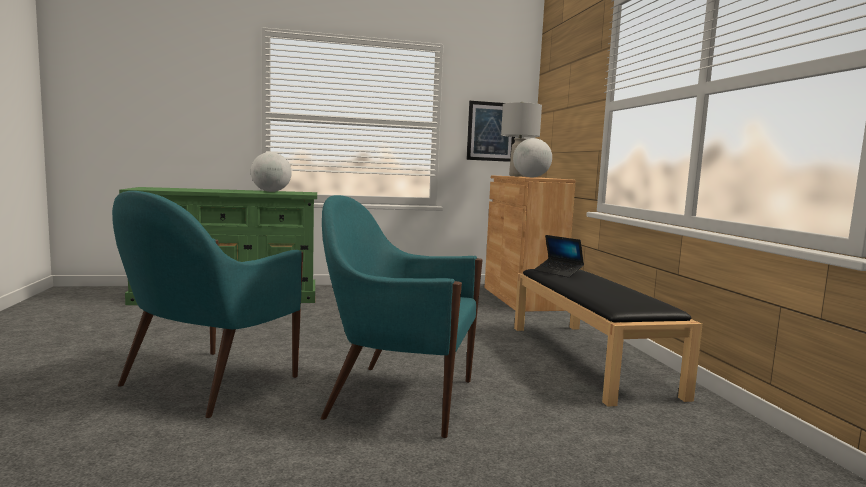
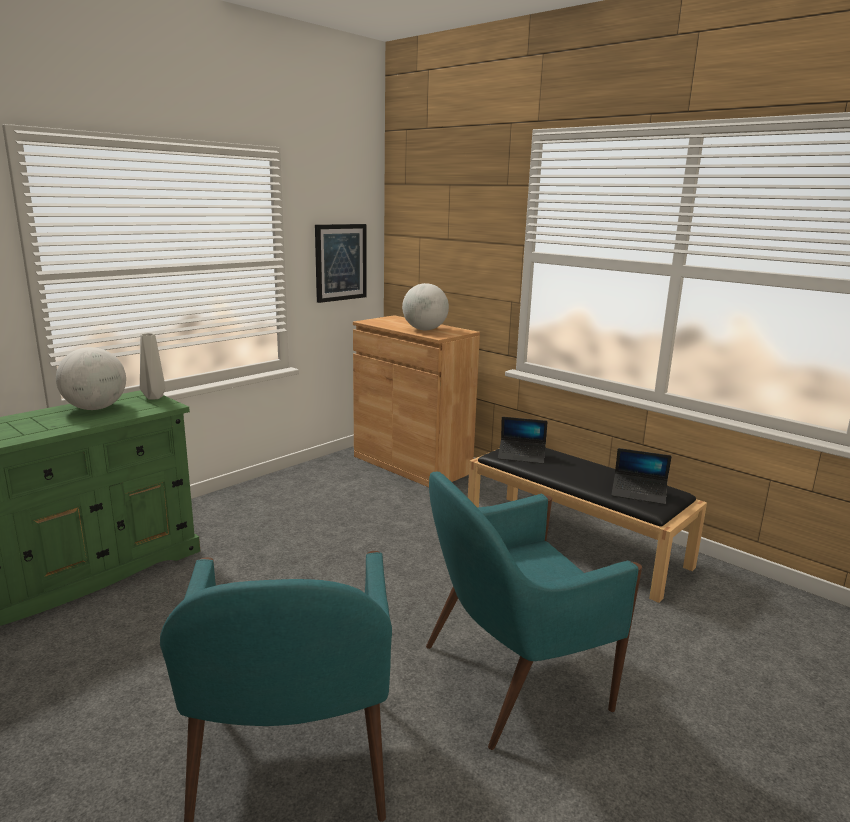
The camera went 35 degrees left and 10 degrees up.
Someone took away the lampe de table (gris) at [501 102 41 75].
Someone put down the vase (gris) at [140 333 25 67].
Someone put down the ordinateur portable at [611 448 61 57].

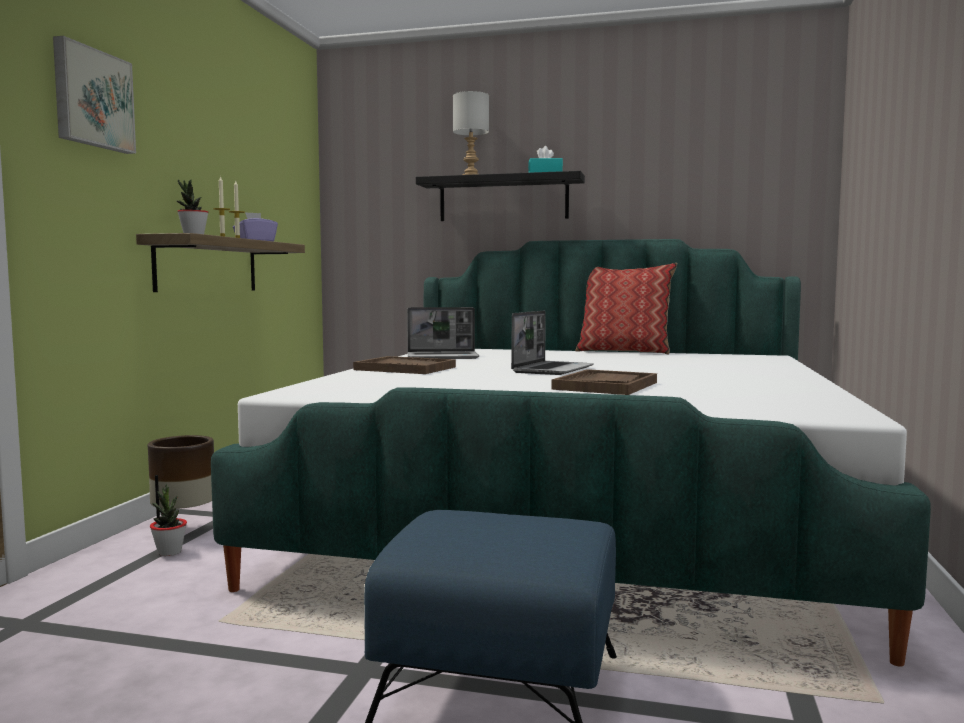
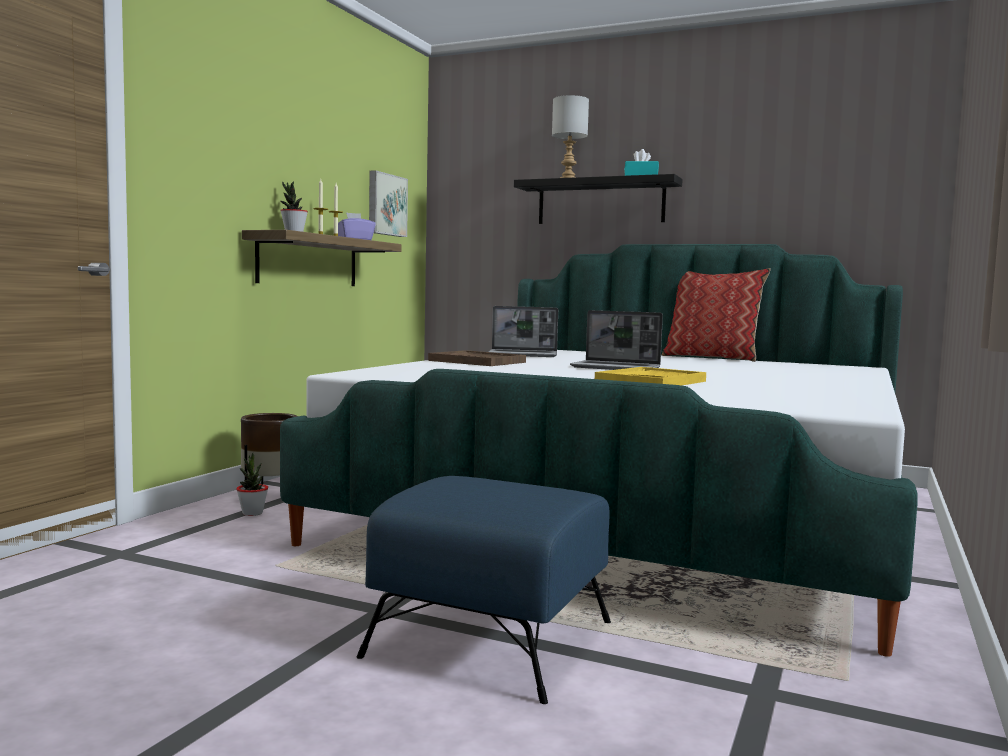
The camera went 10 degrees right and 0 degrees up.
Someone carried the tableau from [53 36 83 118] to [369 170 39 67].
Someone rotated the ordinateur portable at [511 311 83 64] by 75 degrees clockwise.
Someone repainted the plateau (marron) at [552 369 105 26], which became the plateau (jaune) at [595 367 111 19].

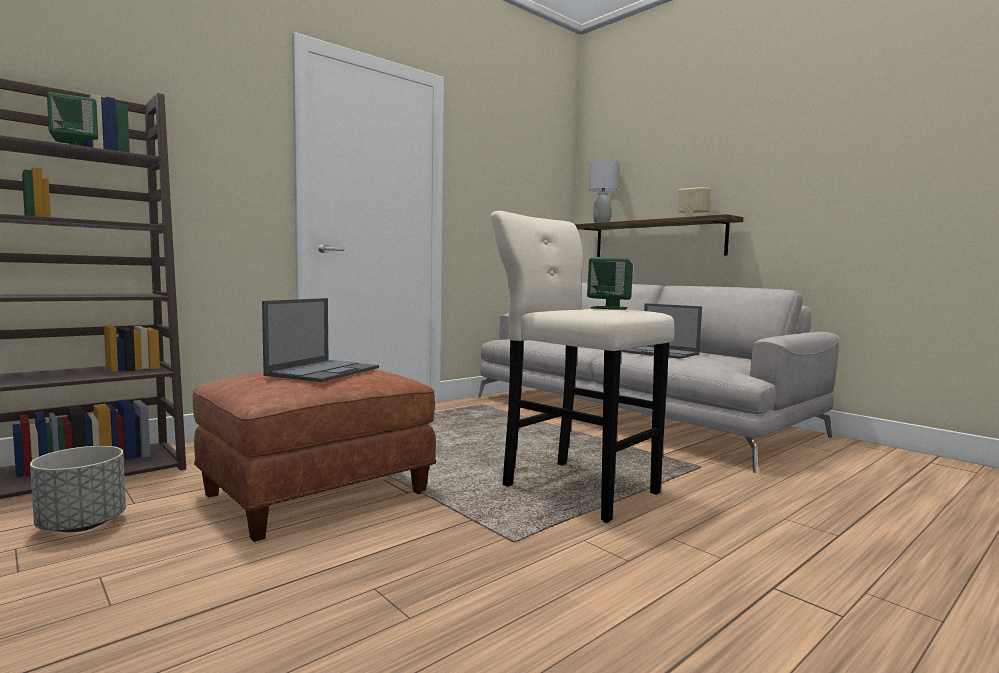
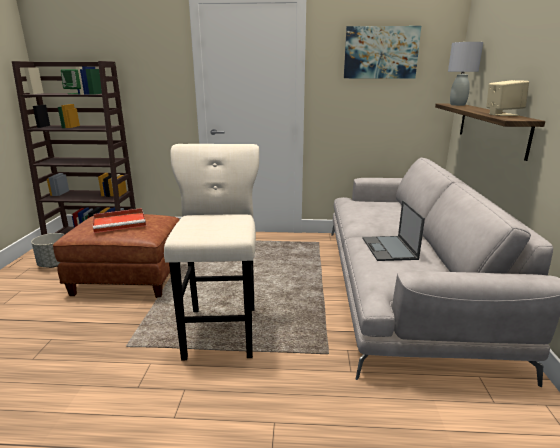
The camera went 45 degrees right and 15 degrees up.
Someone took away the enceinte (vert) at [587 258 46 52].
Someone swapped the ordinateur portable at [262 298 117 84] for the plateau (rouge) at [93 208 53 25].
Someone put up the tableau at [344 26 77 52].

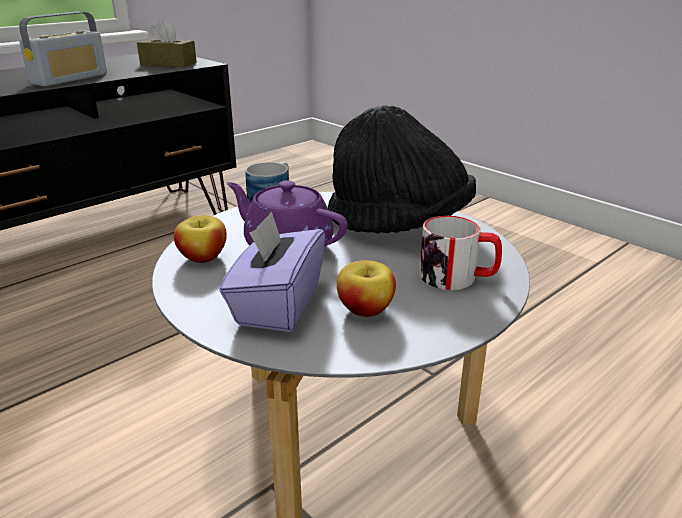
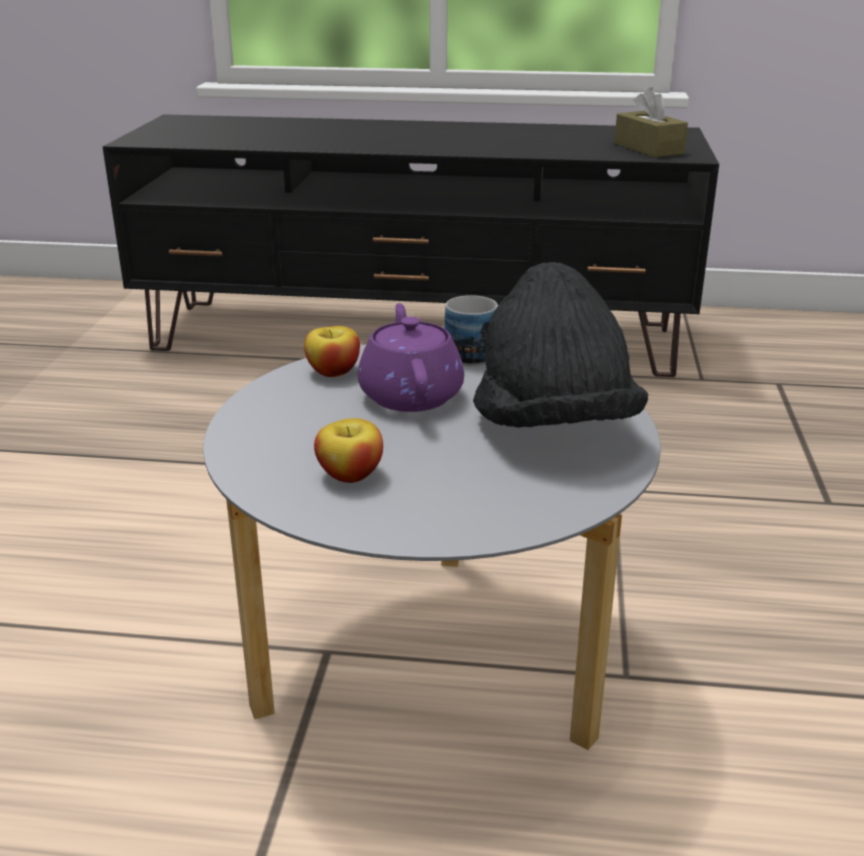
The camera went 50 degrees right and 0 degrees up.
Someone took away the radio at [19 12 88 74].
Someone took away the boîte à mouchoirs (violet) at [220 211 105 121].
Someone took away the mug at [420 216 82 74].

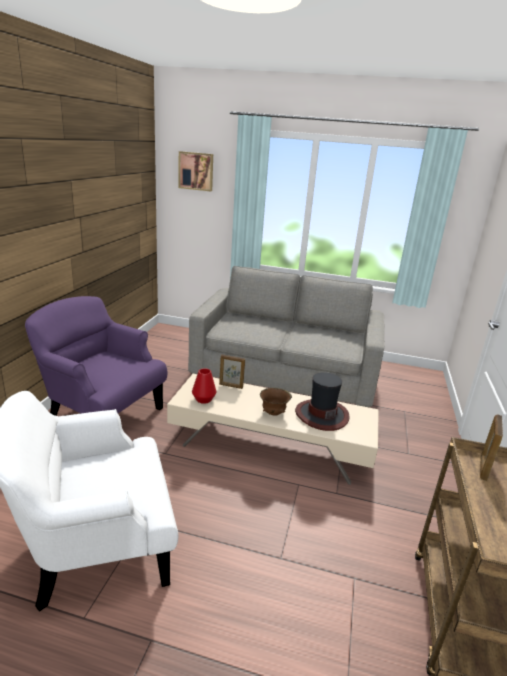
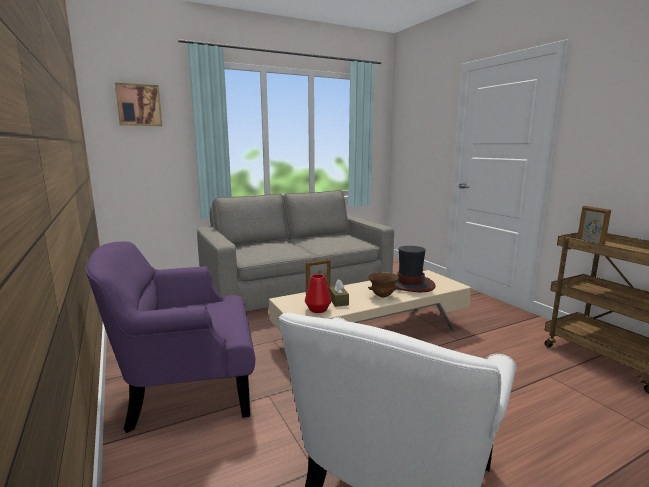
The camera went 40 degrees left and 10 degrees down.
Someone put down the boîte à mouchoirs (marron) at [328 279 21 28].

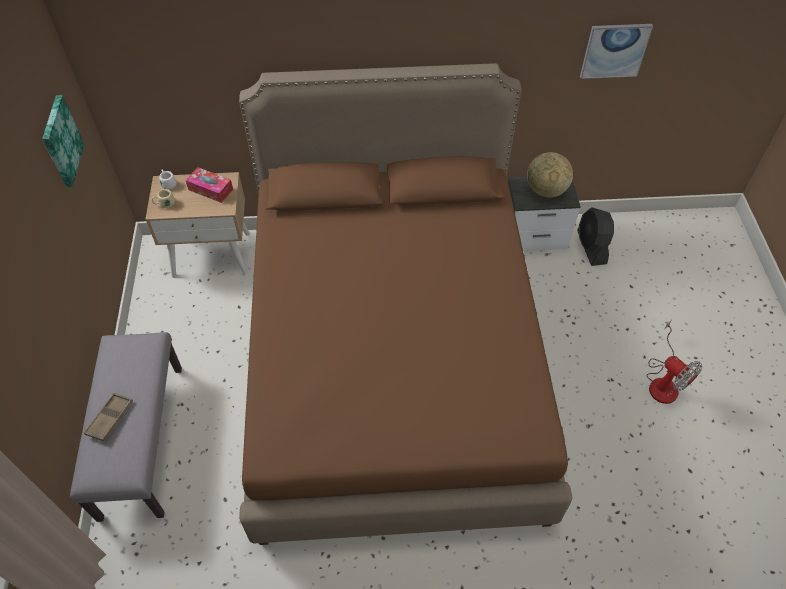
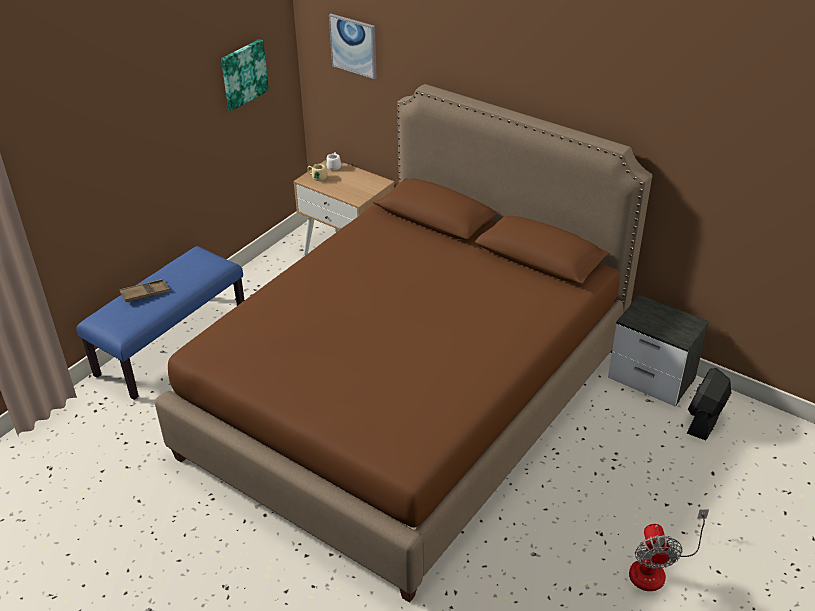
The camera went 40 degrees right and 15 degrees down.
Someone carried the tableau from [580 24 73 55] to [329 14 48 65].
Someone took away the globe at [527 152 46 45].
Someone took away the boîte à mouchoirs at [185 167 48 36].
Someone repainted the banc (gris) at [70 332 112 190], which became the banc (bleu) at [77 246 167 154].

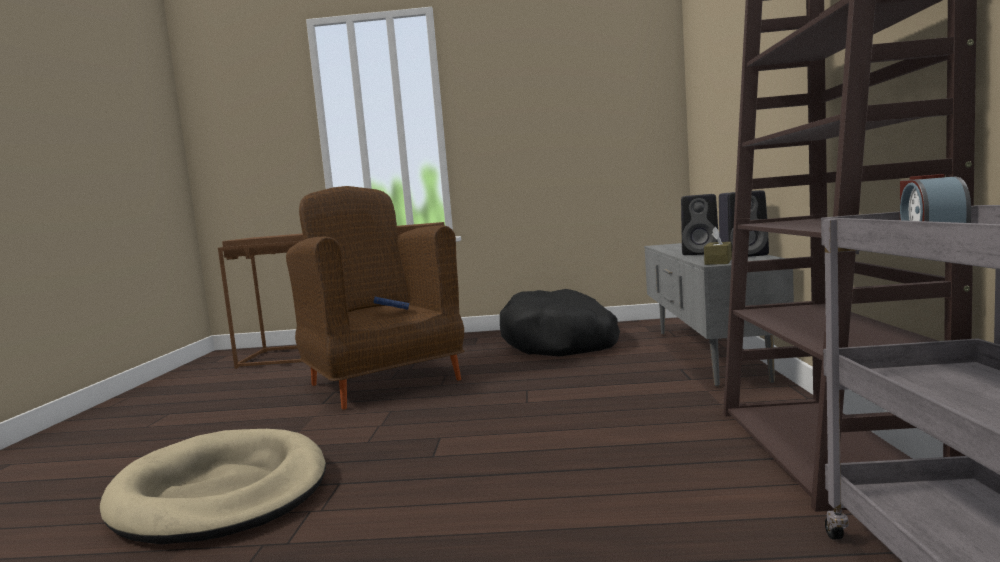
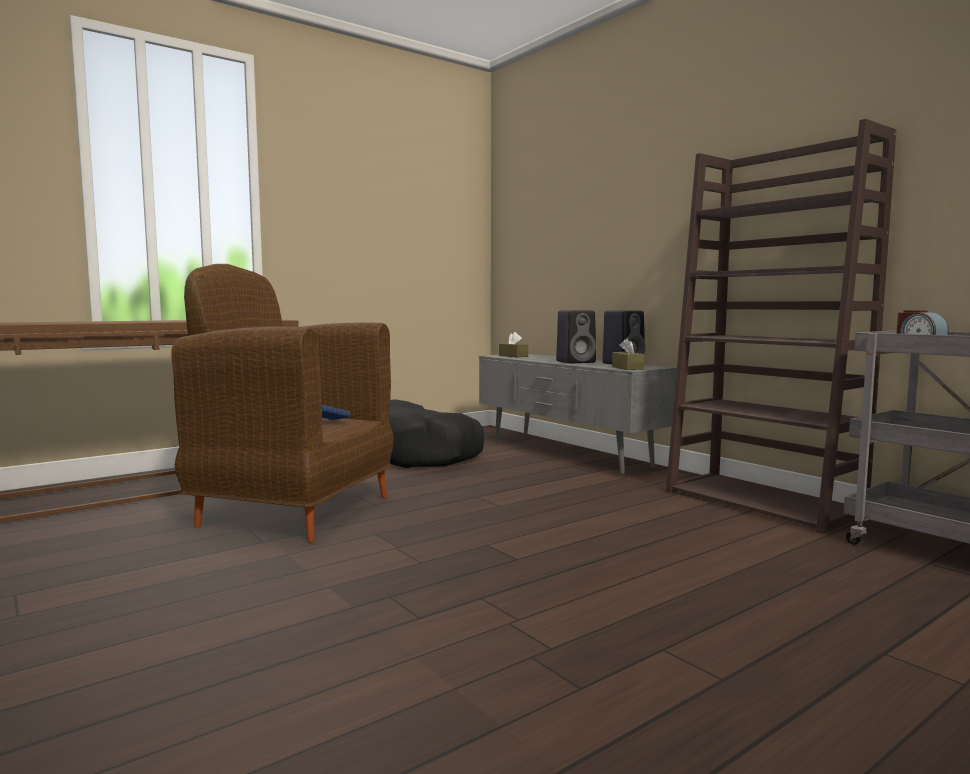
The camera went 40 degrees left and 0 degrees up.
Someone took away the panier pour chien (beige) at [100 429 226 115].
Someone put down the boîte à mouchoirs (marron) at [499 332 29 25].

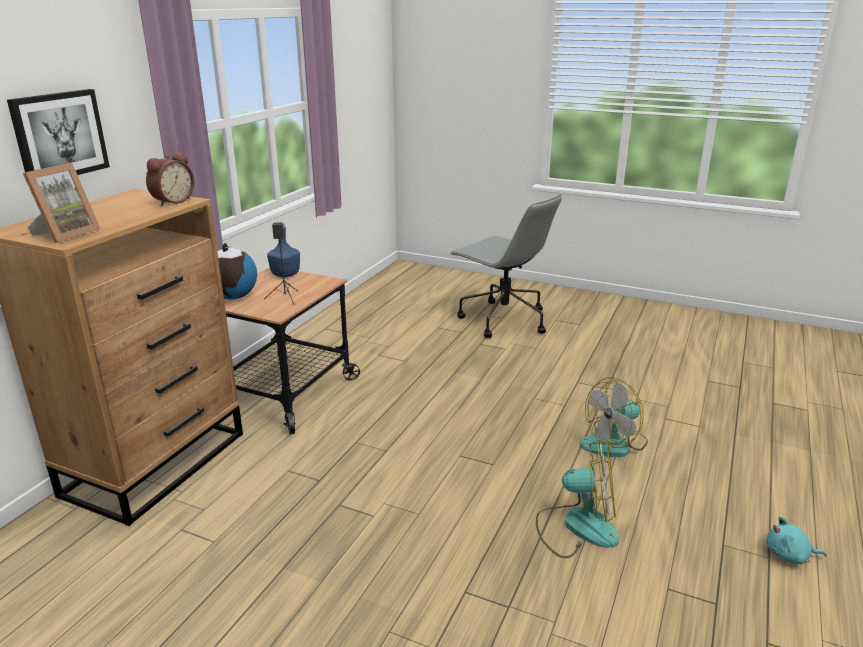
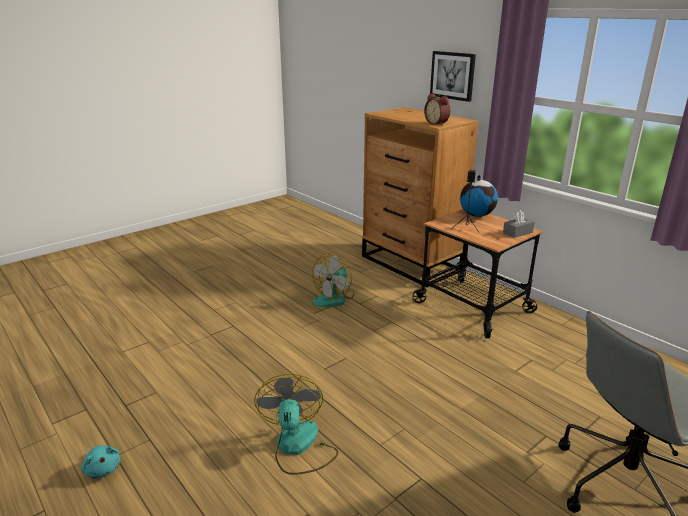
The camera went 115 degrees right and 0 degrees up.
Someone took away the cadre photo at [23 162 78 81].
Someone swapped the bouteille (bleu) at [267 223 33 55] for the boîte à mouchoirs (gris) at [503 210 32 28].
Someone carried the ventilateur from [536 438 83 120] to [312 253 42 54].
Someone rotated the peluche (turquoise) at [767 516 60 48] by 105 degrees clockwise.

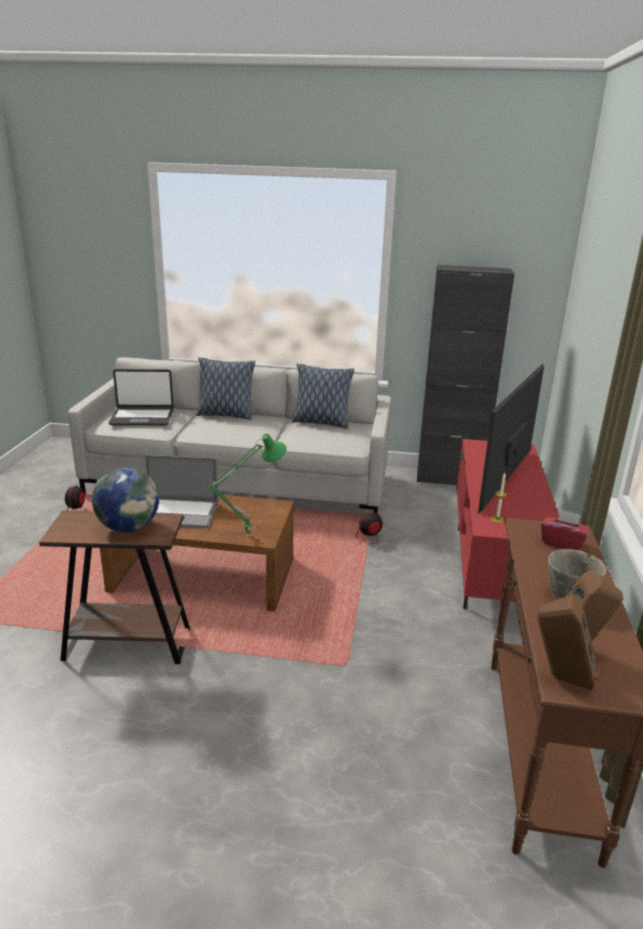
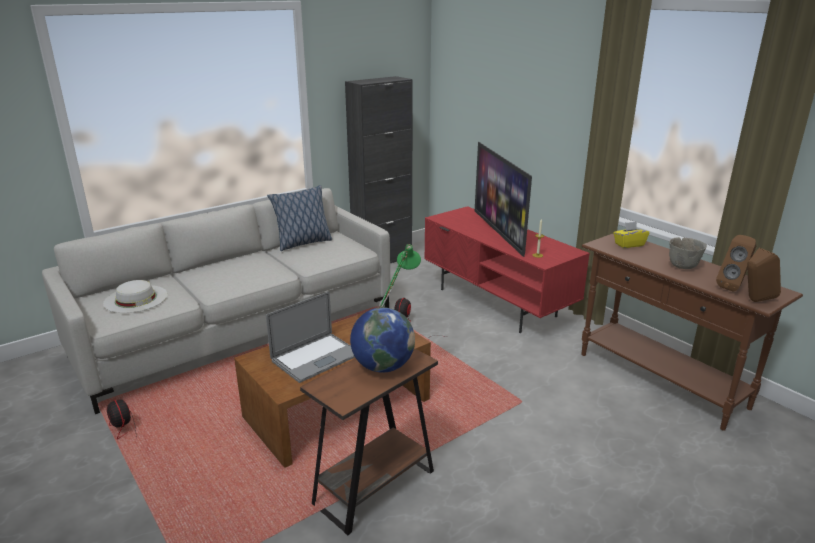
The camera went 45 degrees left and 0 degrees up.
Someone took away the coussin at [196 358 59 62].
Someone swapped the ordinateur portable at [108 369 66 56] for the chapeau (blanc) at [103 280 65 33].
Someone repainted the boîte à mouchoirs (rouge) at [541 509 49 41], which became the boîte à mouchoirs (jaune) at [613 222 36 26].

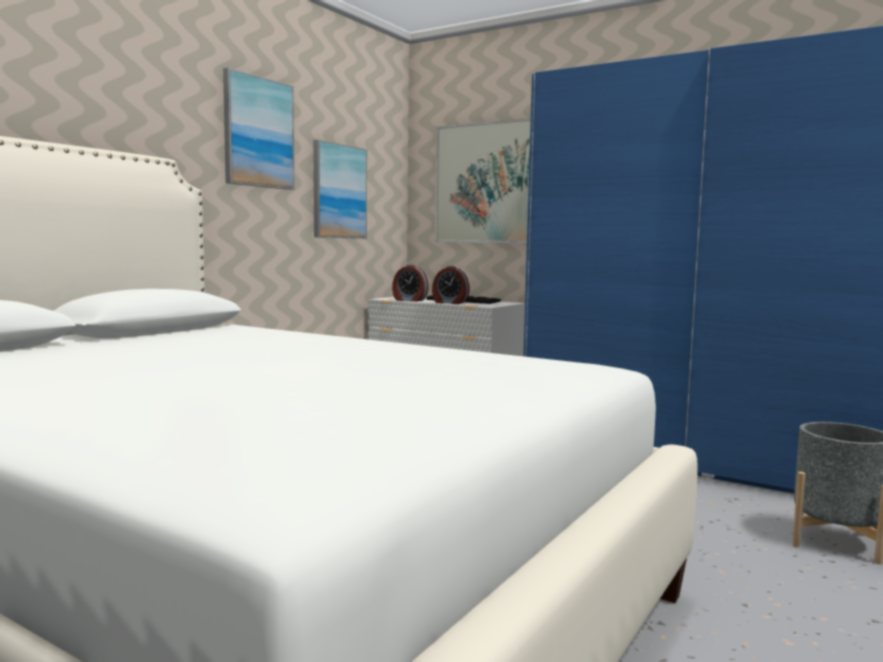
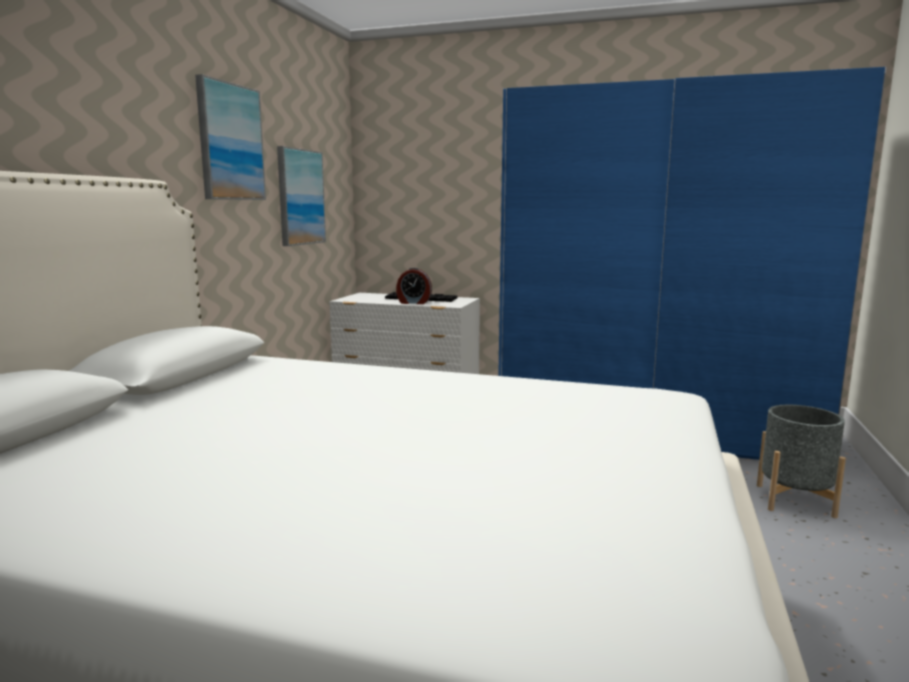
The camera went 15 degrees left and 5 degrees up.
Someone took away the tableau at [434 118 97 125].
Someone took away the réveil at [392 265 36 37].

